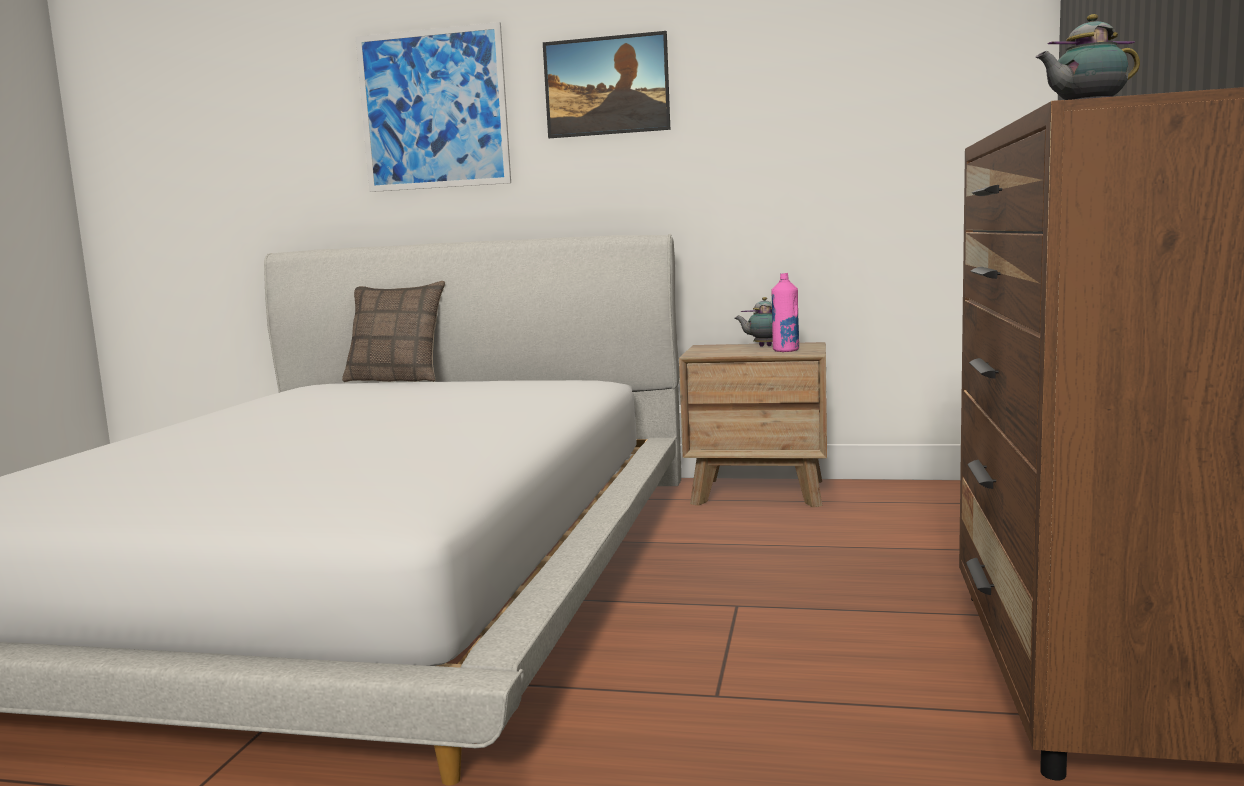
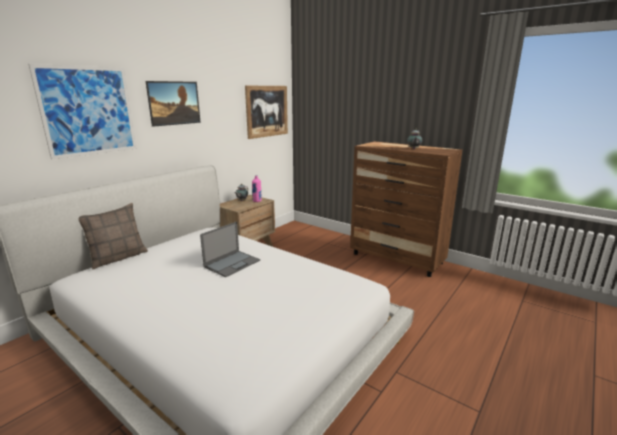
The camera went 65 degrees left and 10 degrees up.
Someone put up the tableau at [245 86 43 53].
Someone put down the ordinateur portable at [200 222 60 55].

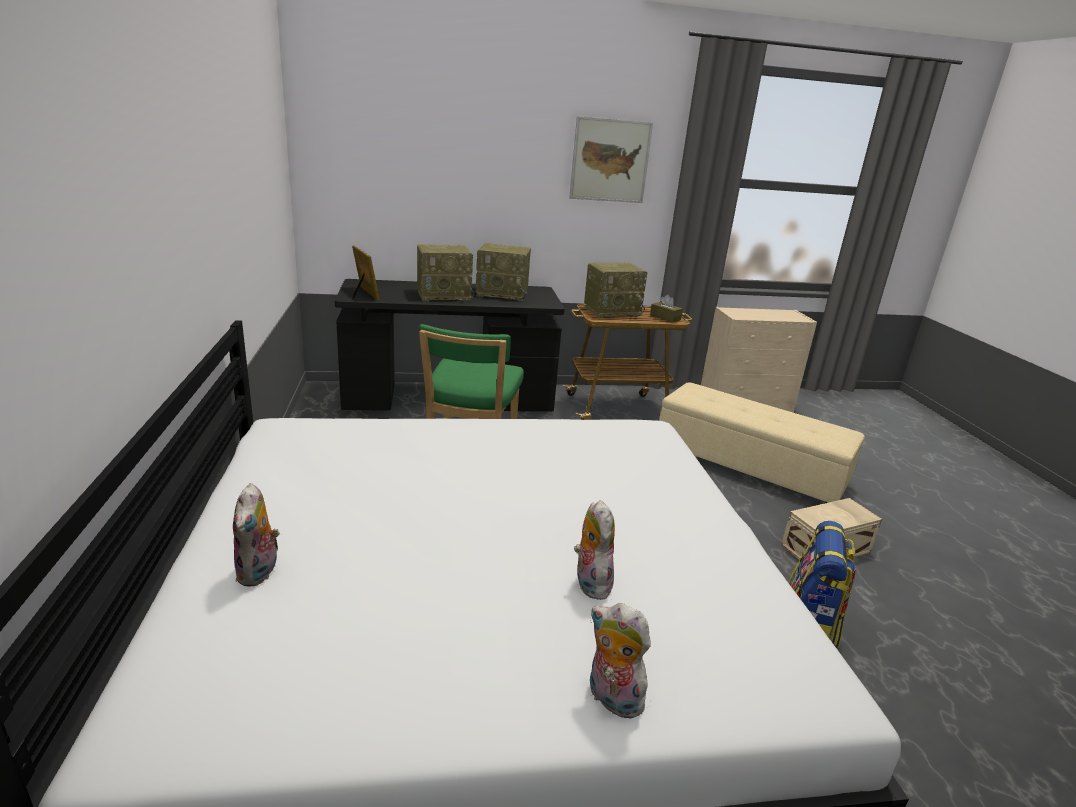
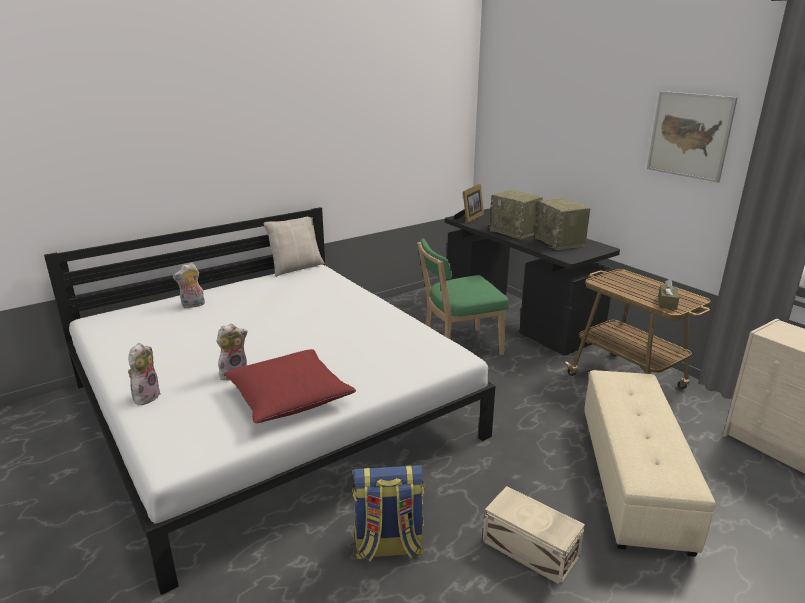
The camera went 65 degrees right and 0 degrees up.
Someone took away the radio at [584 263 63 55].
Someone put down the coussin (beige) at [264 217 61 60].
Someone put down the coussin (rouge) at [223 349 133 74].

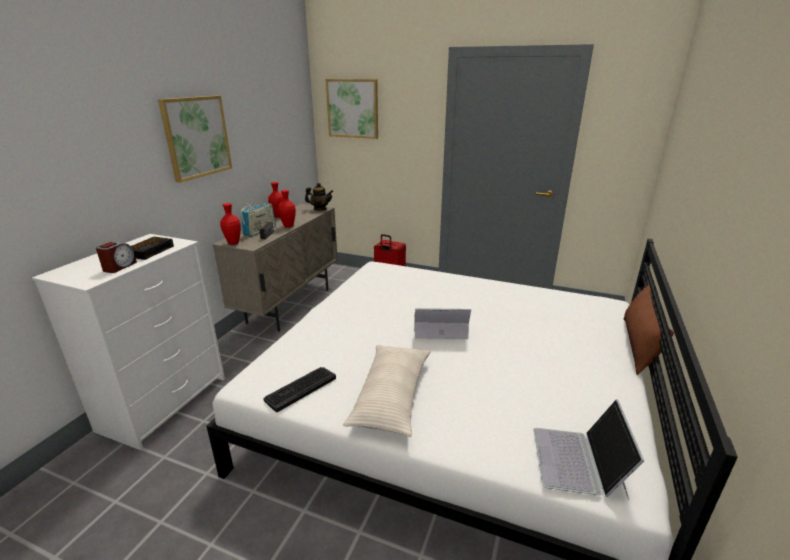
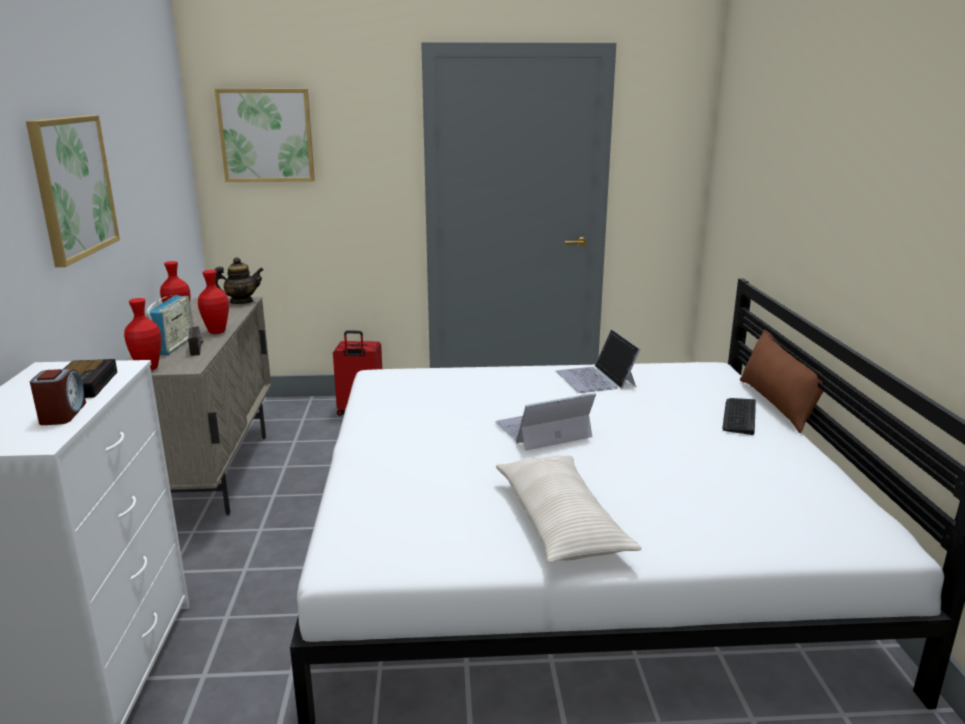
The camera went 25 degrees left and 5 degrees down.
Someone carried the clavier from [263 367 73 45] to [722 398 34 37].
Someone carried the ordinateur portable from [534 399 110 100] to [556 329 85 64].

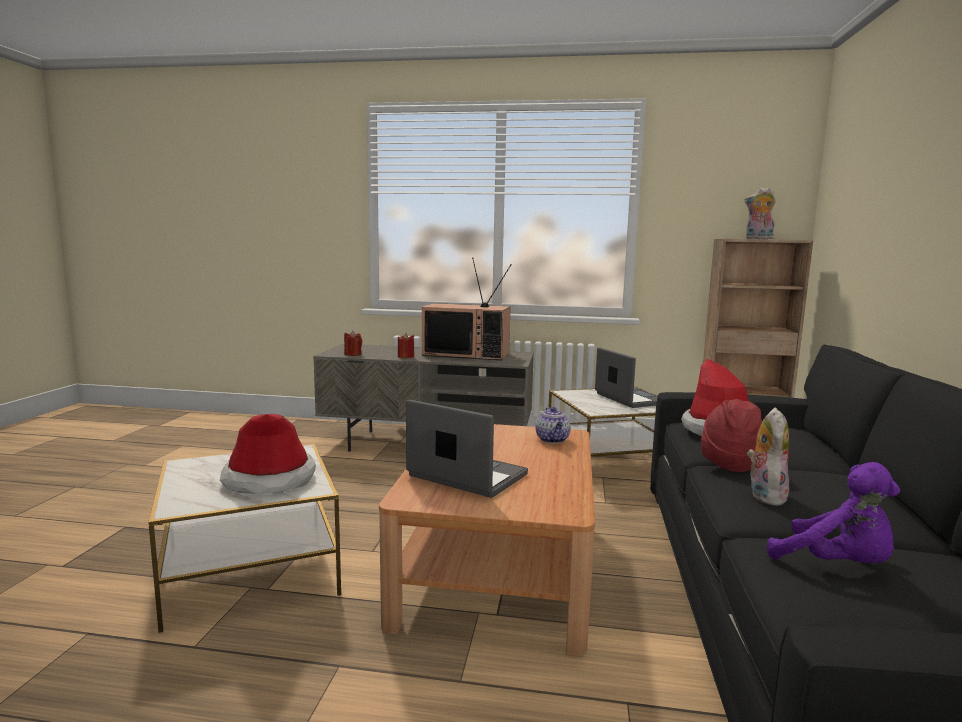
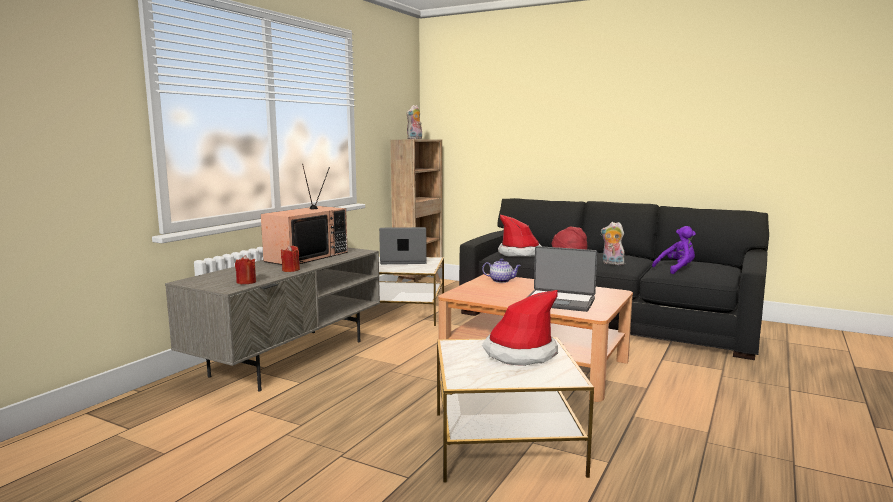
The camera went 70 degrees left and 0 degrees up.
Someone rotated the ordinateur portable at [406 400 122 98] by 120 degrees counterclockwise.

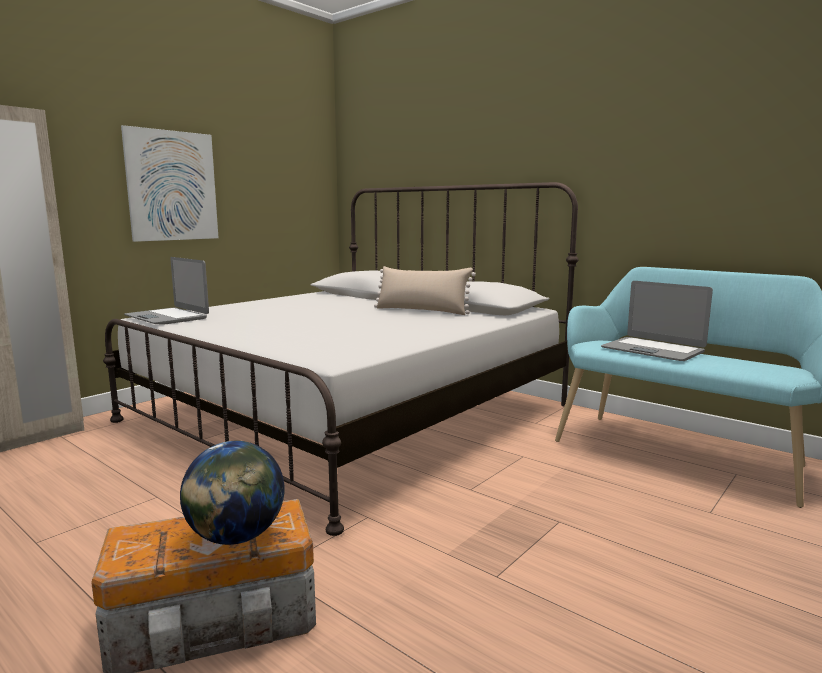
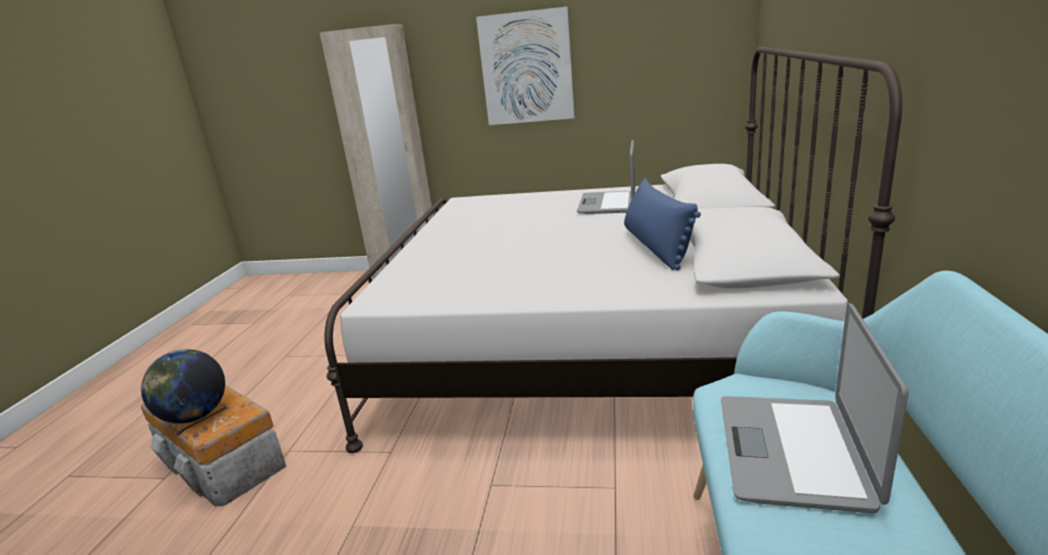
The camera went 60 degrees right and 10 degrees up.
Someone carried the ordinateur portable from [124 257 85 68] to [577 140 58 74].
Someone repainted the coussin (beige) at [374 266 102 49], which became the coussin (bleu) at [624 178 77 92].

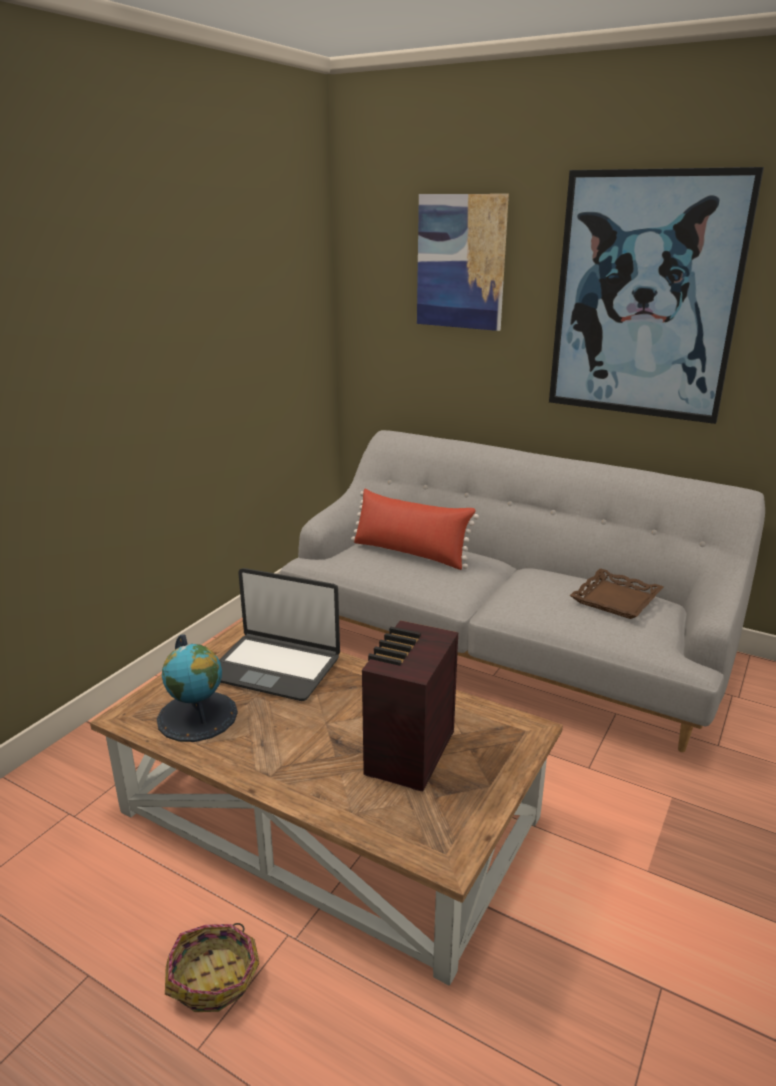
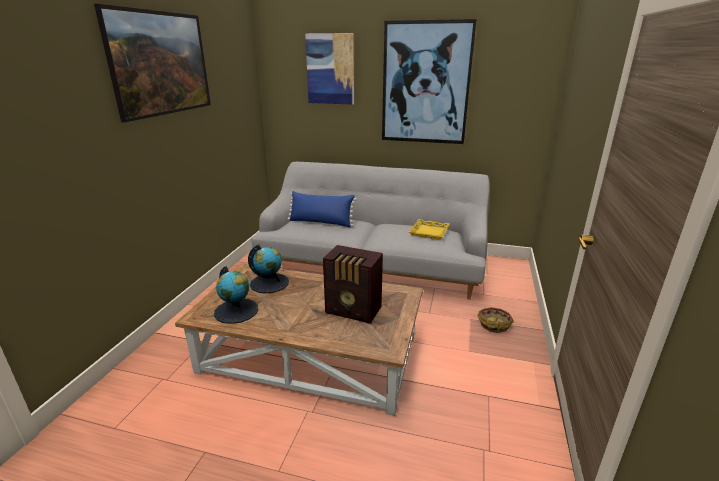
The camera went 15 degrees left and 0 degrees up.
Someone repainted the coussin (rouge) at [351 489 128 81], which became the coussin (bleu) at [288 191 69 36].
Someone swapped the ordinateur portable at [219 568 121 133] for the globe at [248 245 41 49].
Someone repainted the plateau (marron) at [570 569 94 50], which became the plateau (jaune) at [409 219 41 21].
Someone rotated the radio at [362 620 96 172] by 75 degrees counterclockwise.
Someone carried the panier from [165 923 95 89] to [477 307 37 26].
Someone put up the tableau at [94 4 117 119].

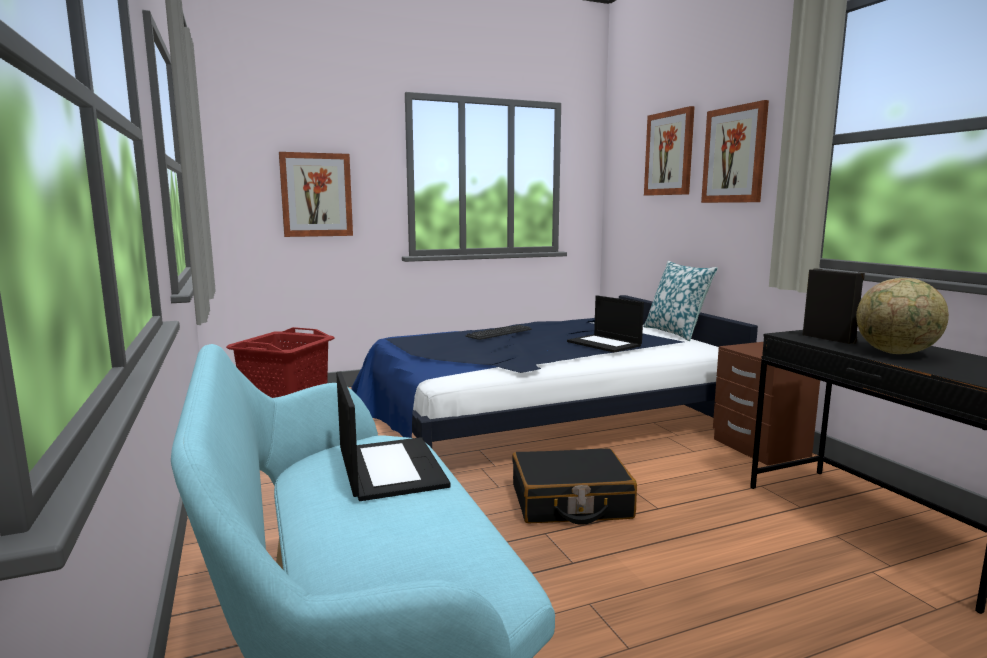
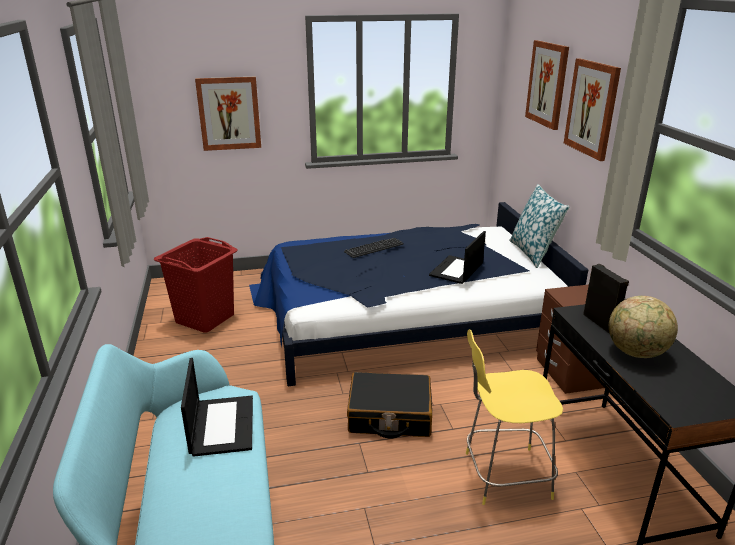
The camera went 10 degrees right and 15 degrees up.
Someone rotated the ordinateur portable at [567 296 77 56] by 60 degrees clockwise.
Someone put down the tabouret (jaune) at [466 329 97 176].

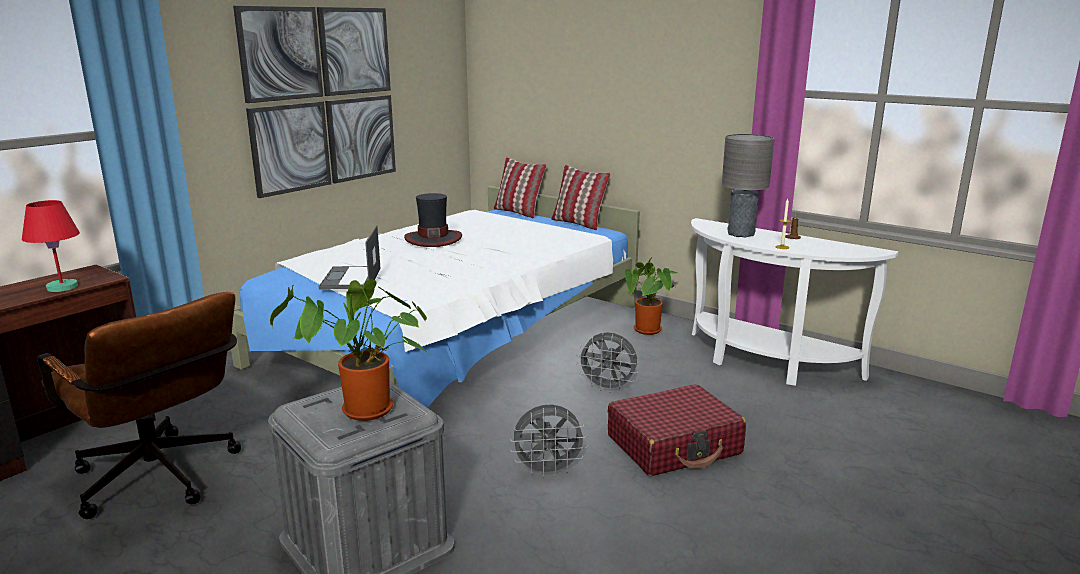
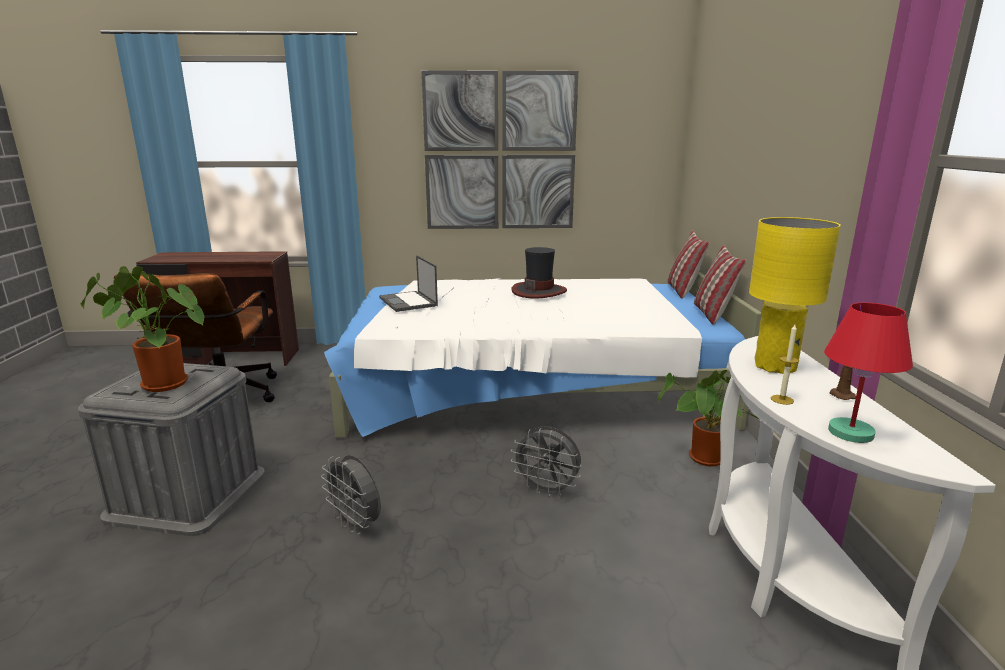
The camera went 50 degrees right and 0 degrees up.
Someone repainted the lampe de table (gris) at [722 134 53 103], which became the lampe de table (jaune) at [749 217 92 157].
Someone carried the lampe de table (rouge) from [22 200 58 92] to [824 303 89 140].
Someone rotated the ordinateur portable at [319 225 62 65] by 75 degrees counterclockwise.
Someone rotated the ventilateur (gris) at [576 332 62 61] by 45 degrees counterclockwise.
Someone took away the valise (rouge) at [608 384 138 92].

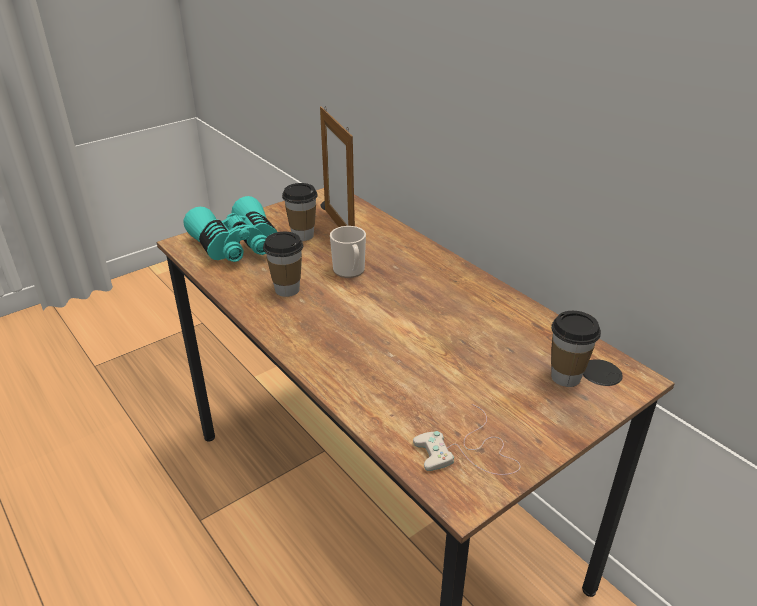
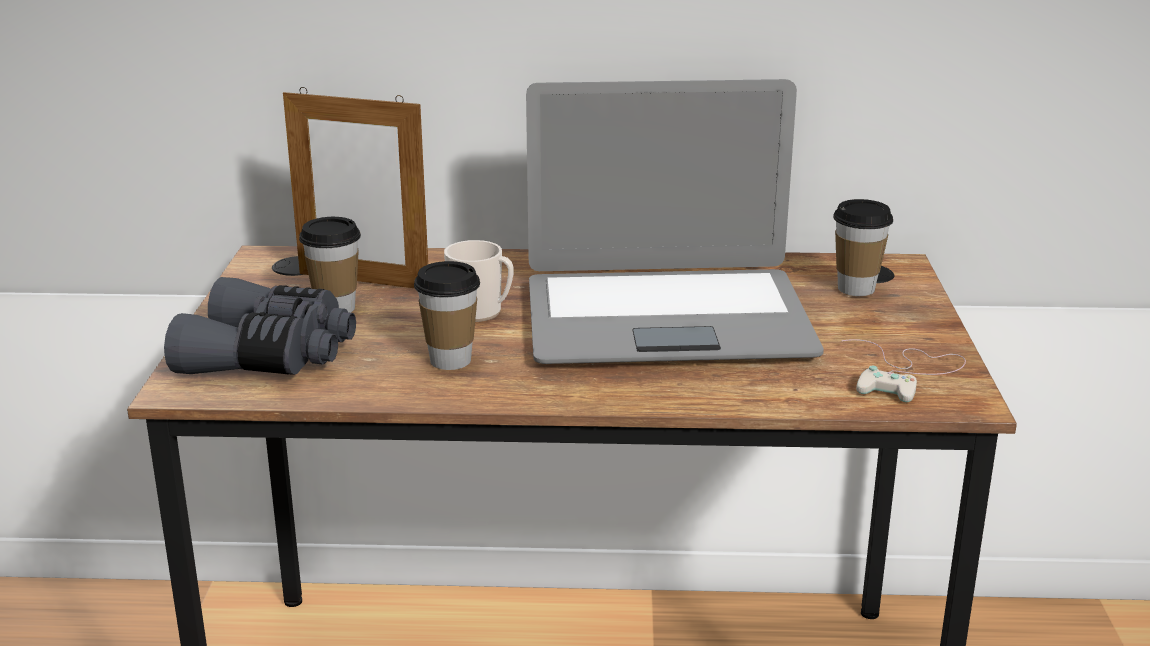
The camera went 50 degrees left and 10 degrees down.
Someone repainted the jumelles (turquoise) at [184 196 93 66], which became the jumelles (gris) at [164 277 192 98].
Someone put down the ordinateur portable at [526 79 298 285].

